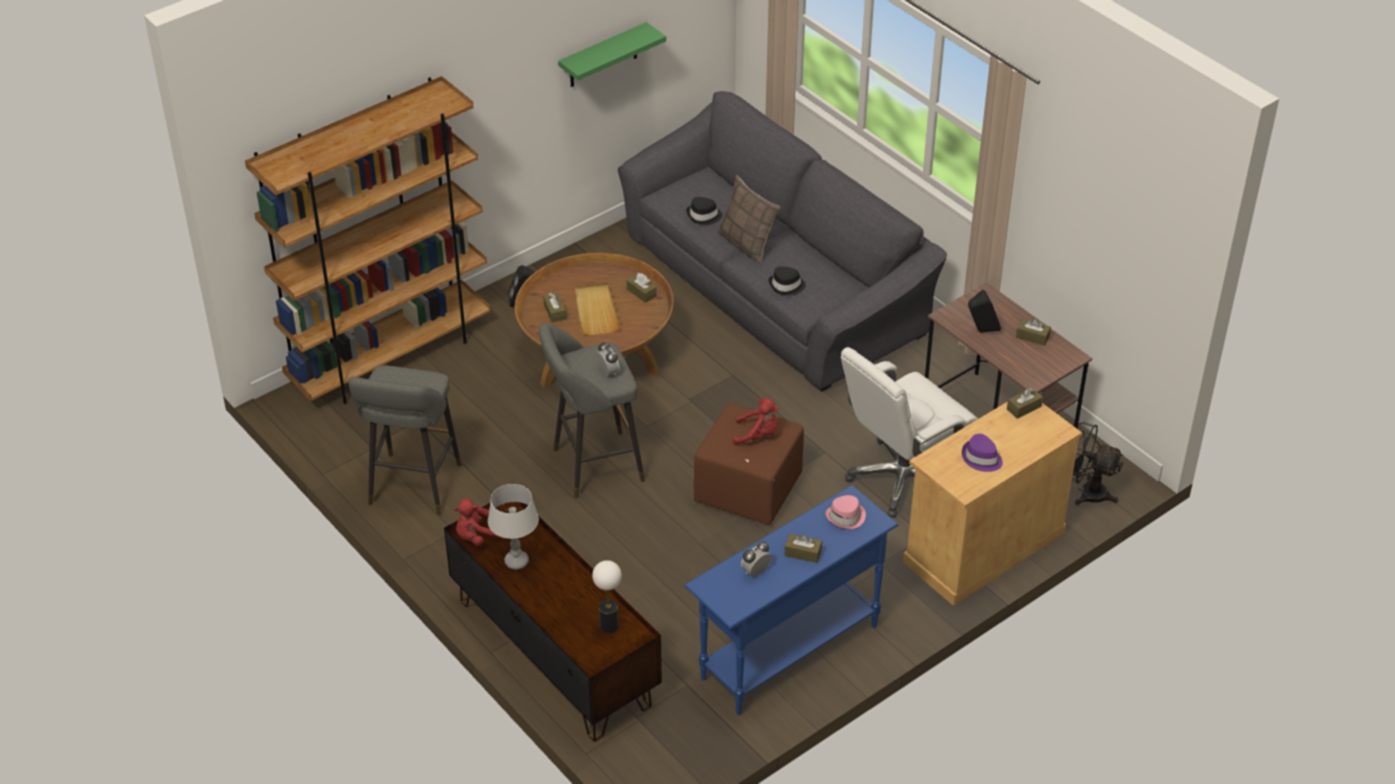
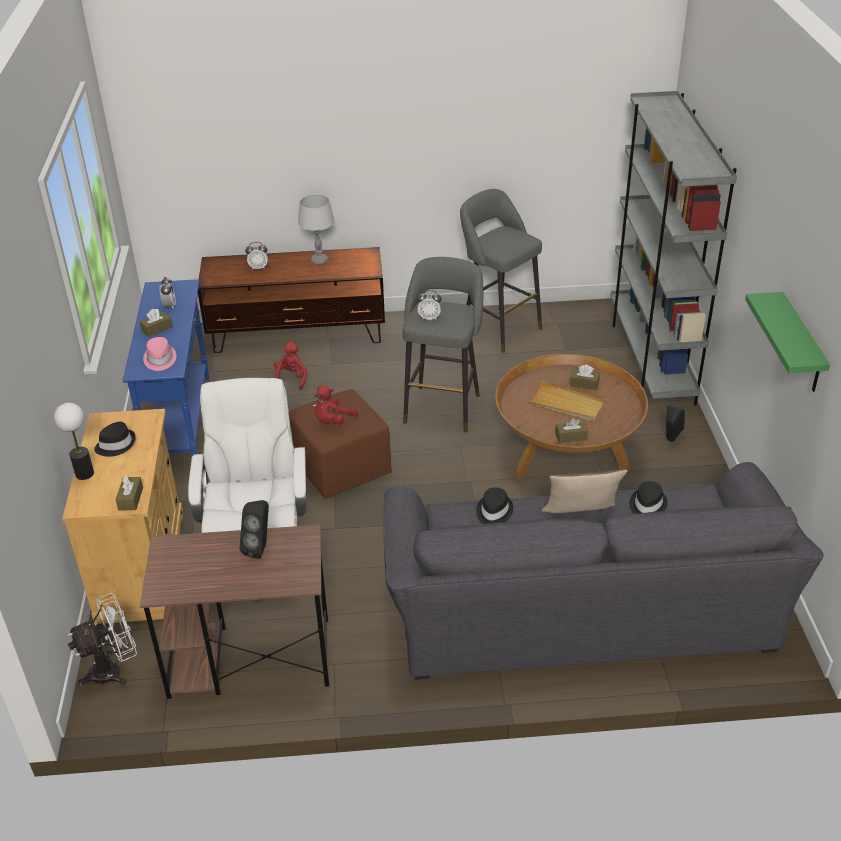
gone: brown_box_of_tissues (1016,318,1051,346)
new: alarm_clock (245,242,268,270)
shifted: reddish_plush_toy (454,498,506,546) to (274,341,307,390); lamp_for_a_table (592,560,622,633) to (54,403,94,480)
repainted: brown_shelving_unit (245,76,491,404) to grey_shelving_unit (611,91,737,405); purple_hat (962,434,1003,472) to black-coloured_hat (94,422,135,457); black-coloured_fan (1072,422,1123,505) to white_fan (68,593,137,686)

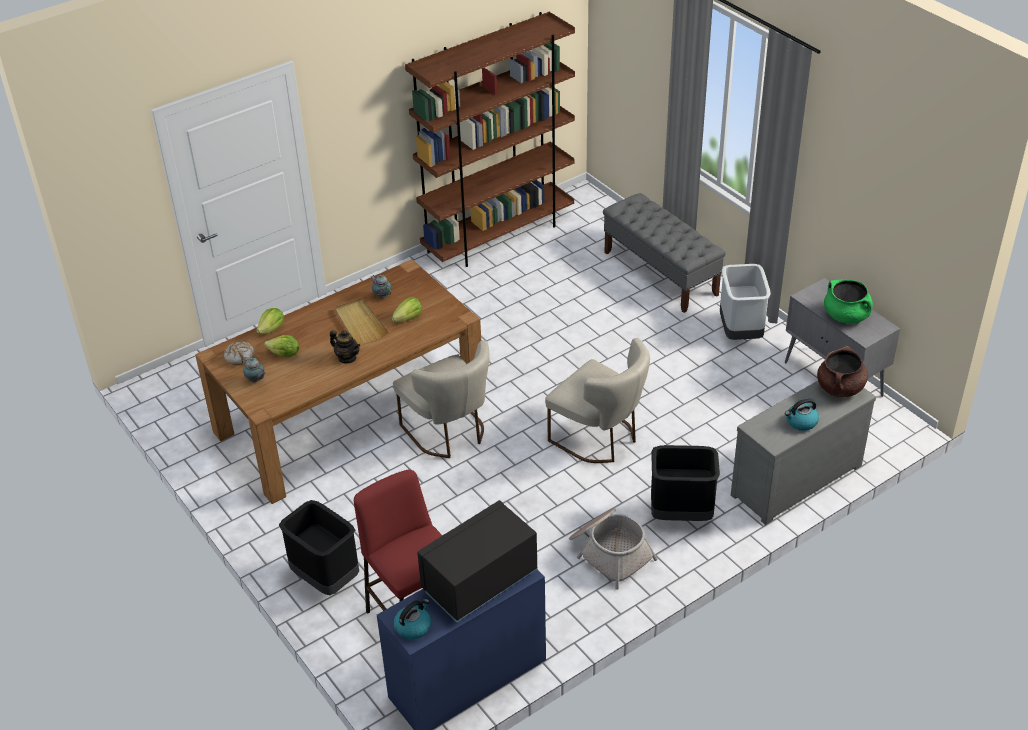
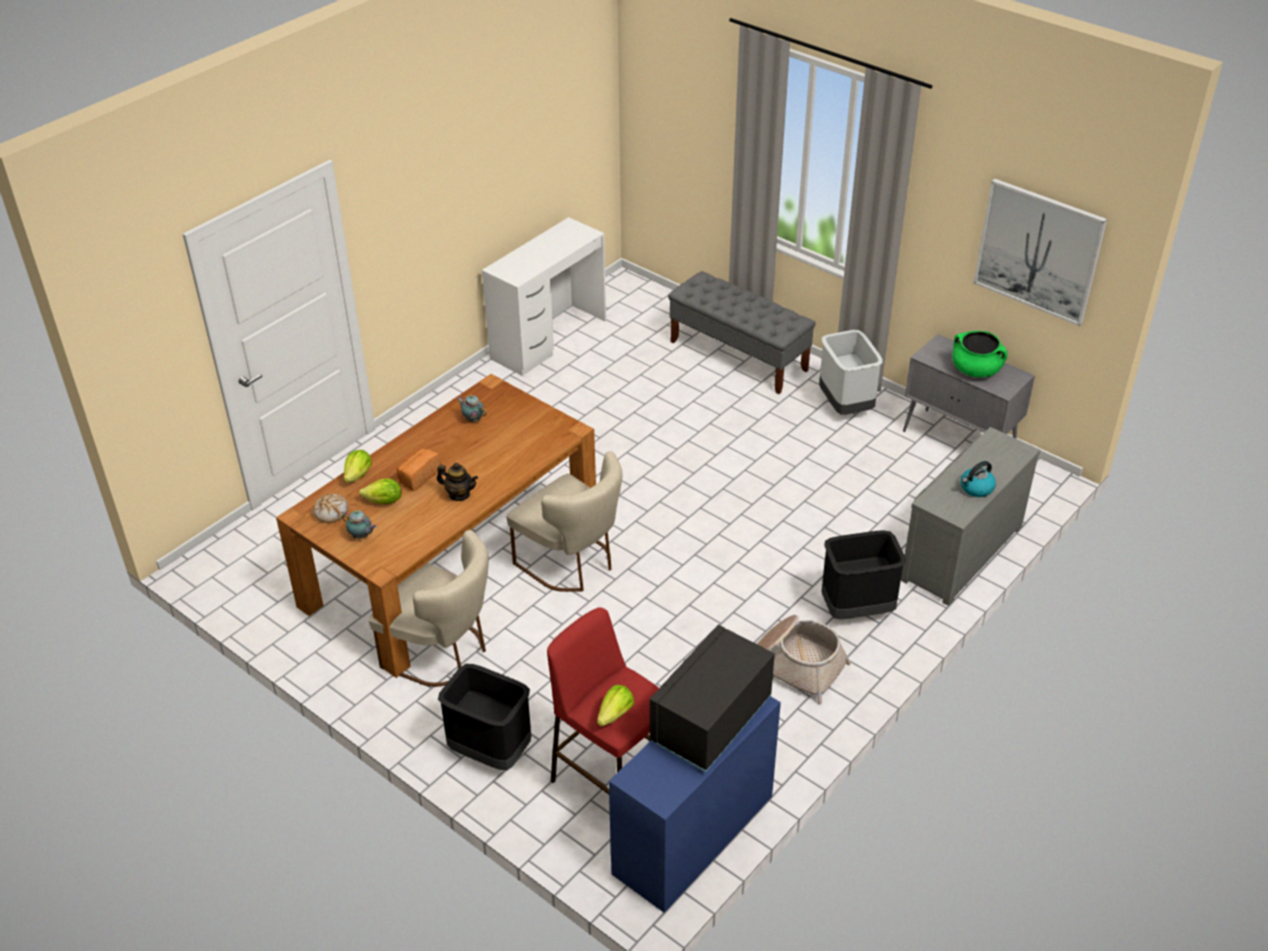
gone: beige-coloured_tray (334,298,389,344); kettle (394,599,431,640); brown_stockpot (817,346,868,398)
new: baked_bread (396,448,441,491); wall_art (974,178,1107,326)
shifted: lettuce_head (391,297,422,322) to (597,685,634,727); beige-coloured_plain_chair (545,338,650,463) to (369,530,489,687)
swapped: brown_shelving_unit (405,12,575,267) to white_desk_table (482,217,606,376)

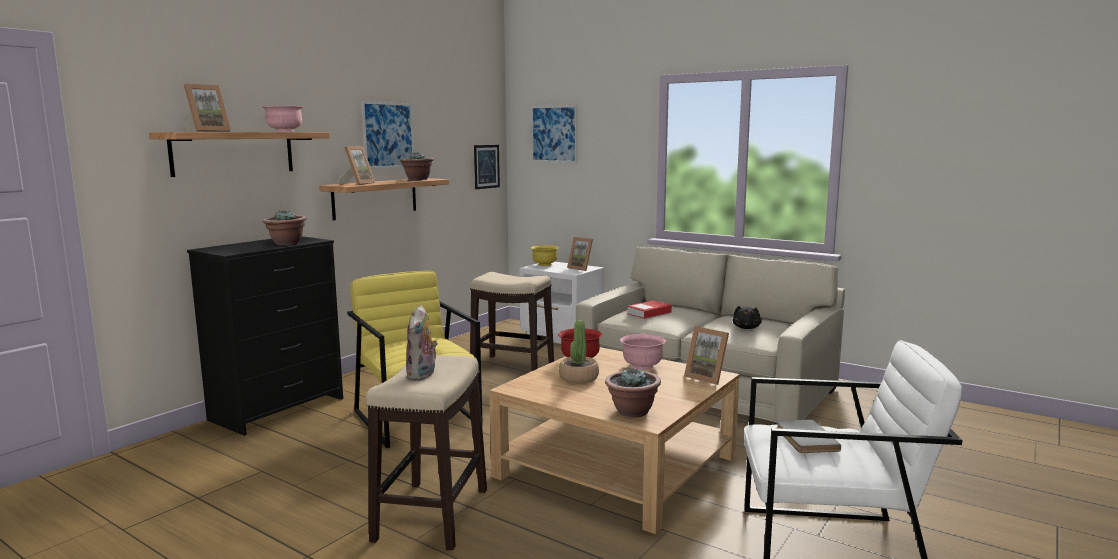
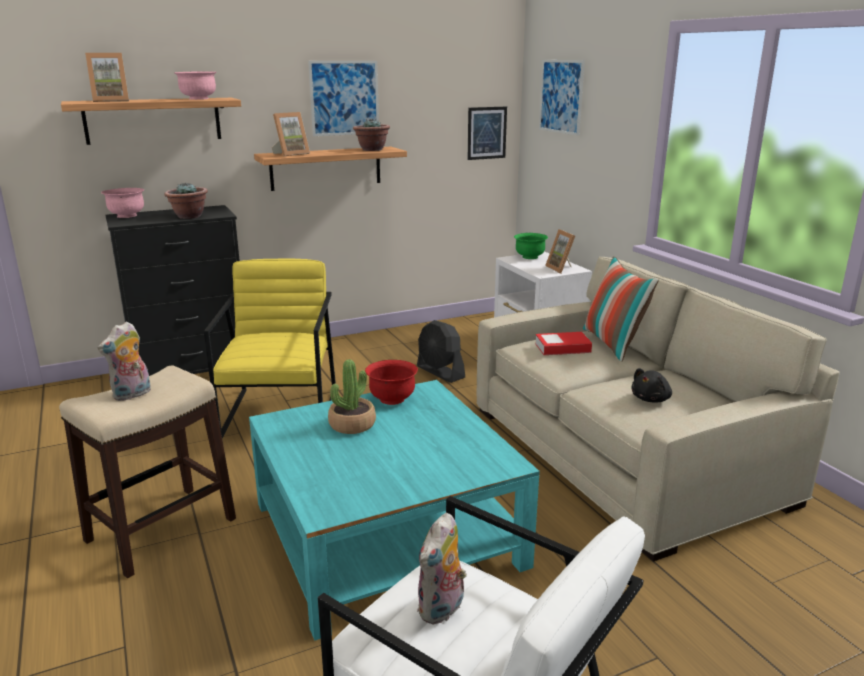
gone: houseplant (605,367,661,417); standing_frame (684,326,729,385)
new: pillow (583,256,659,362)
shifted: pink-coloured_serving_bowl (620,334,666,370) to (101,188,144,218)
swapped: sitting_stool (470,272,554,371) to black-coloured_fan (417,320,465,383); grey_bound_book (777,420,841,453) to plush_toy (417,513,467,625)
repainted: beige-coloured_low_table (489,347,740,534) to turquoise-coloured_low_table (249,380,540,641); yellowish_serving_bowl (531,245,559,266) to greenish_serving_bowl (514,233,548,259)

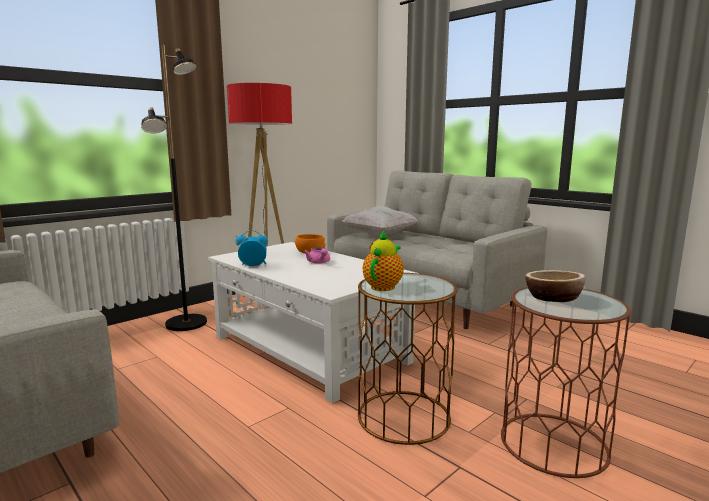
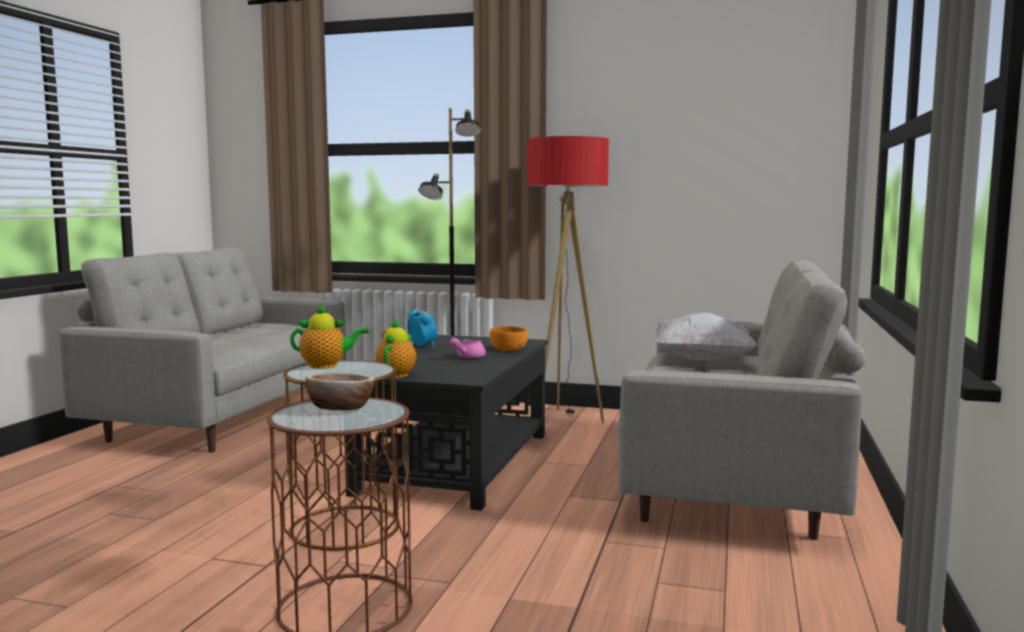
new: teapot (375,318,416,378)
repainted: white_low_table (208,242,416,403) to black-coloured_low_table (344,335,548,511)

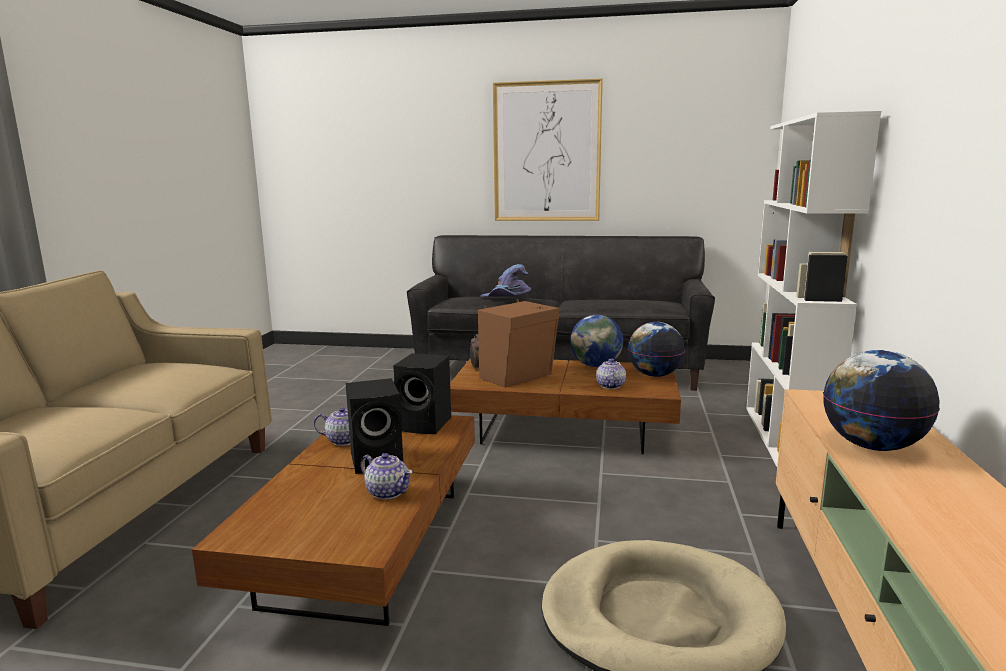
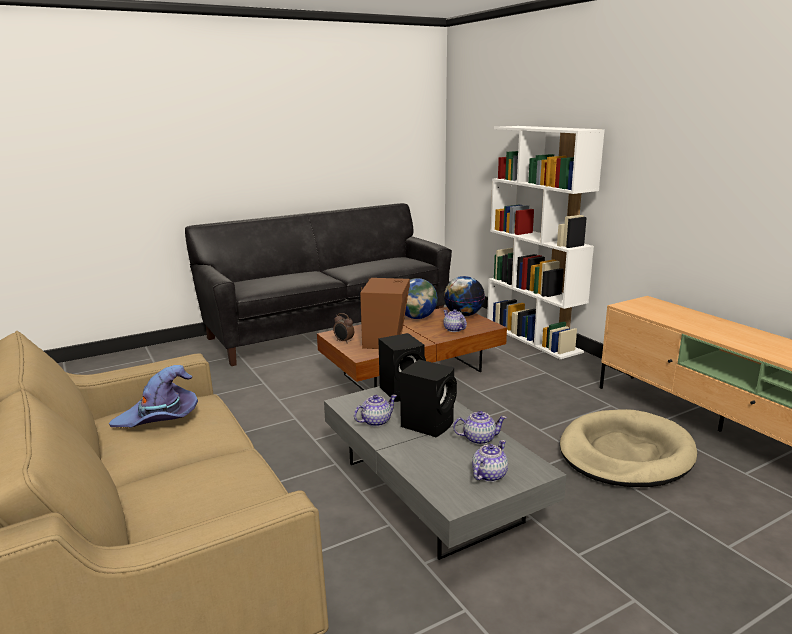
gone: wall_art (493,78,603,221); world_globe (823,350,940,451)
new: teapot (472,440,508,482)
shifted: purple_hat (481,264,531,297) to (109,365,198,428)
repainted: brown_low_table (192,415,475,626) to grey_low_table (324,386,566,560)

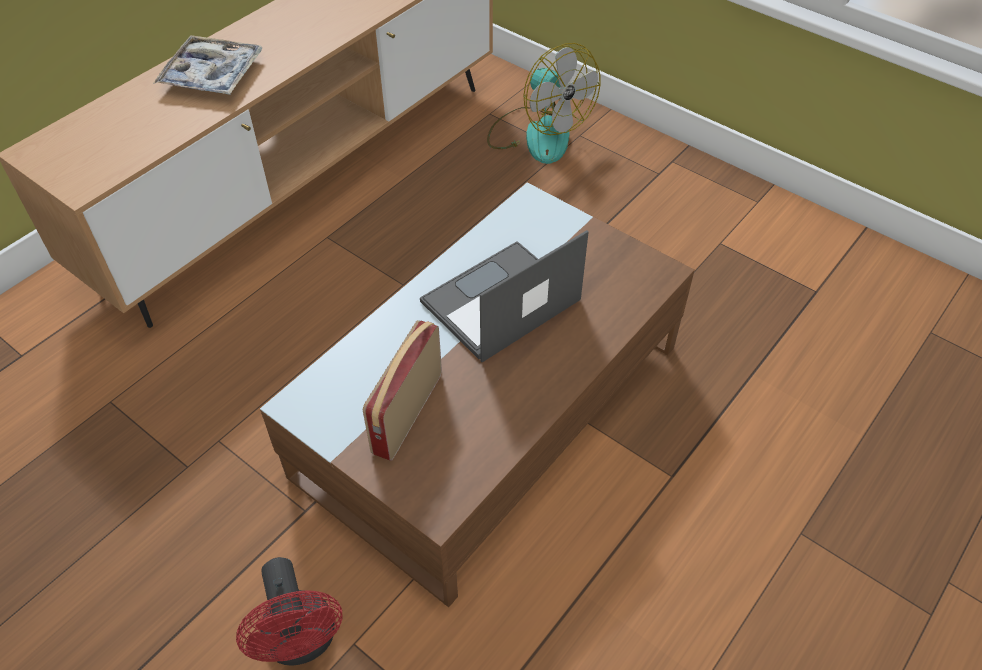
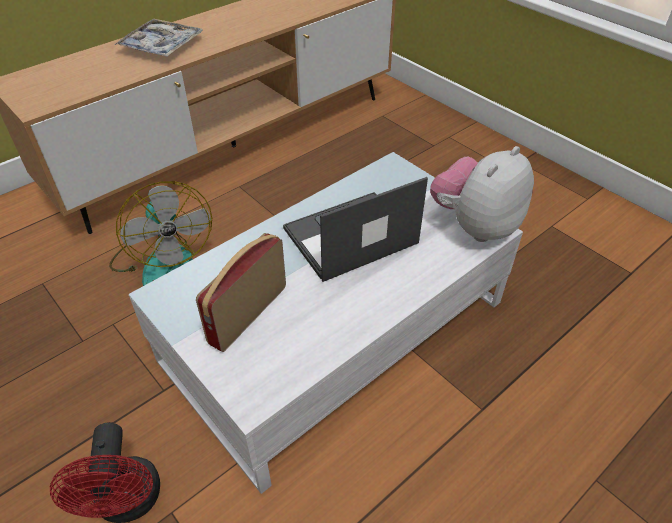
new: plush_toy (430,146,534,242)
shifted: fan (487,43,600,164) to (109,181,212,286)
repainted: brown_low_table (260,182,695,607) to white_low_table (129,152,523,494)

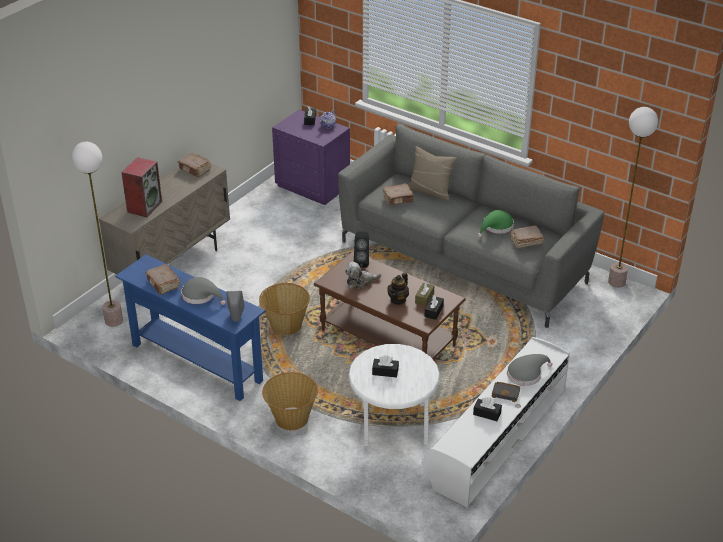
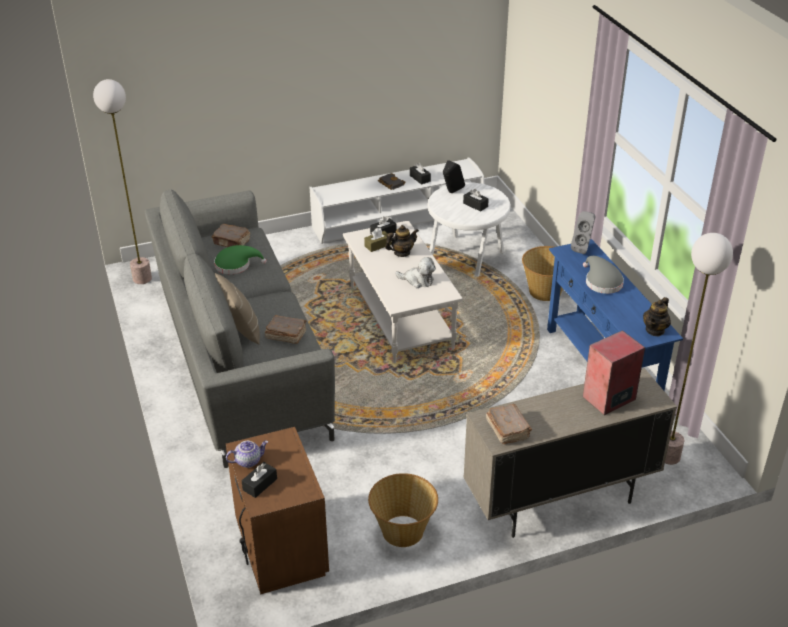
gone: brown_bound_book (145,264,180,295); grey_hat (507,354,552,386)
new: teapot (643,297,671,336)
shifted: storage_basket (259,283,310,335) to (368,473,438,547); black-coloured_loudspeaker (354,231,369,268) to (443,160,465,193)
repainted: purple_bedside_table (272,110,350,205) to brown_bedside_table (226,427,329,595); brown_low_table (314,251,466,359) to white_low_table (343,220,463,364)

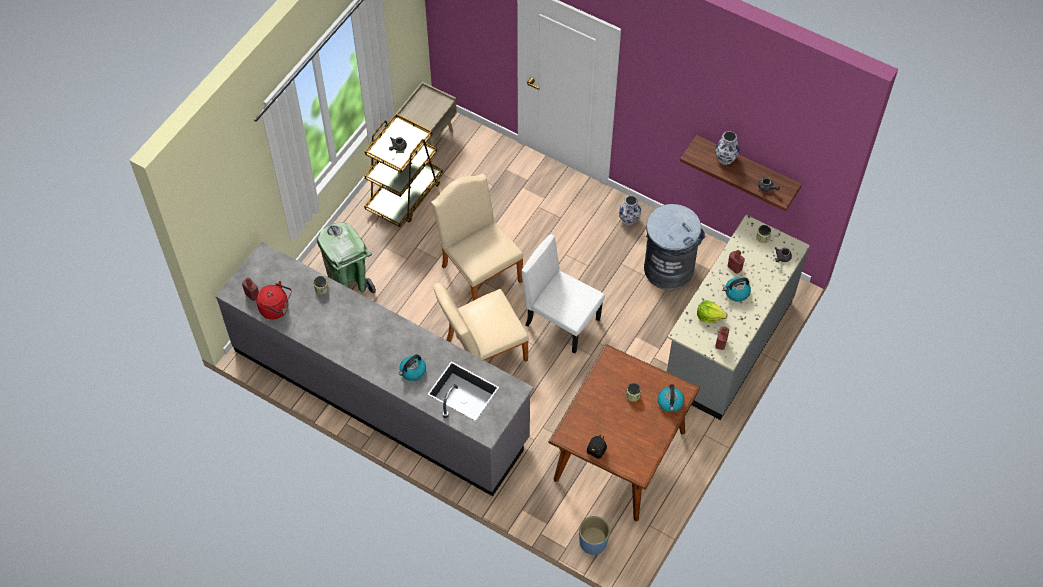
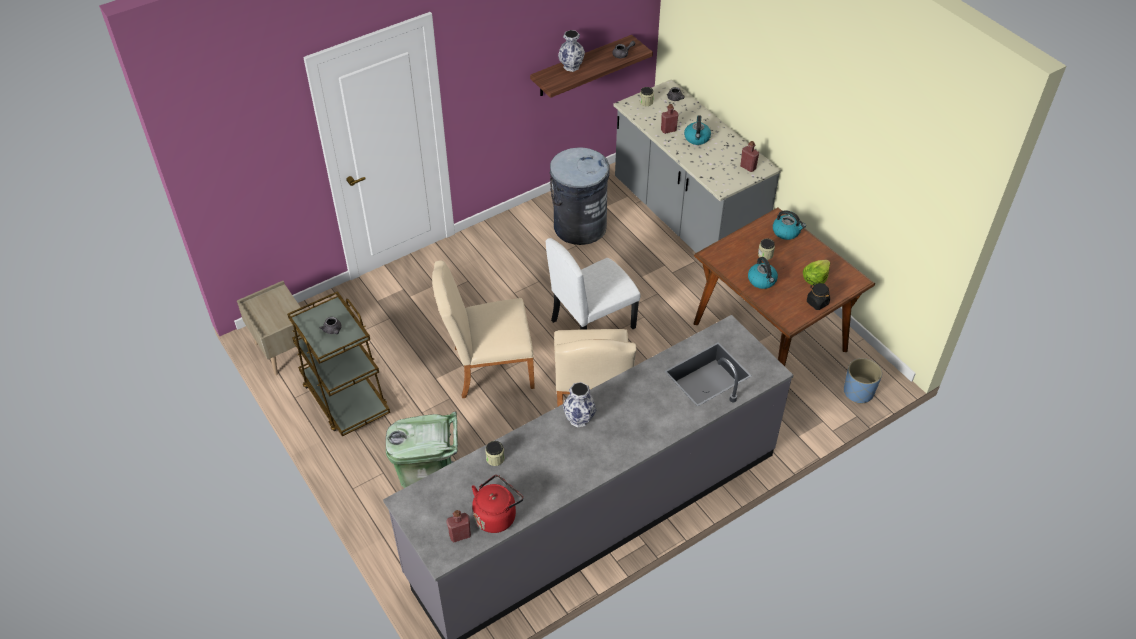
shifted: kettle (399,355,426,381) to (748,257,778,289); flower_vase (619,196,641,225) to (563,382,597,427); lettuce_head (697,300,727,323) to (803,260,830,286)

